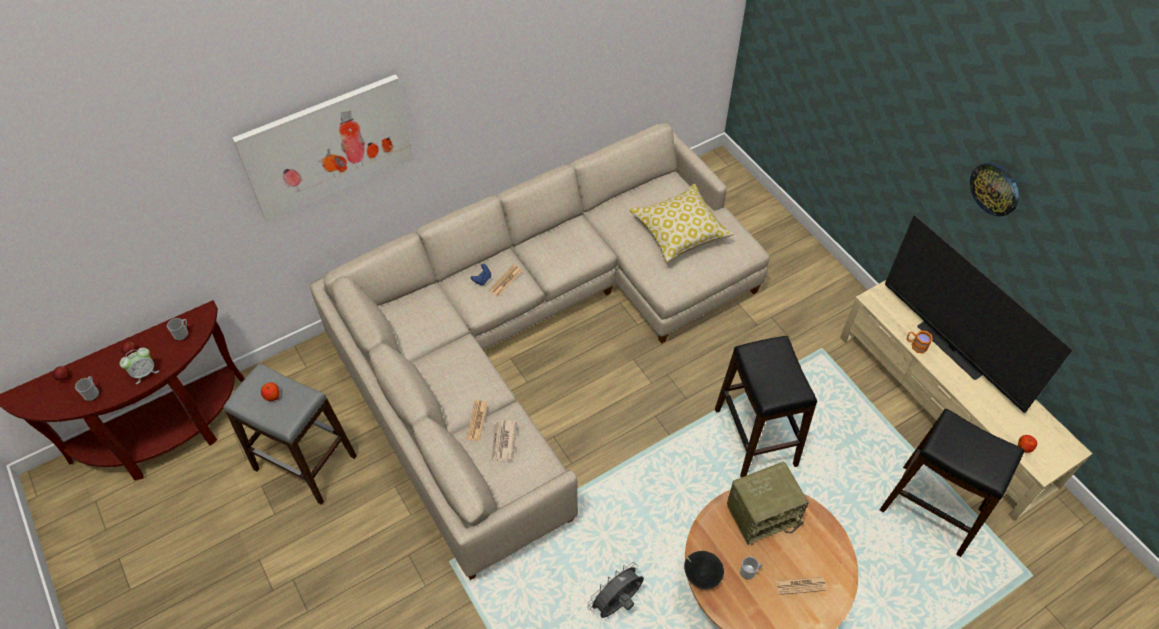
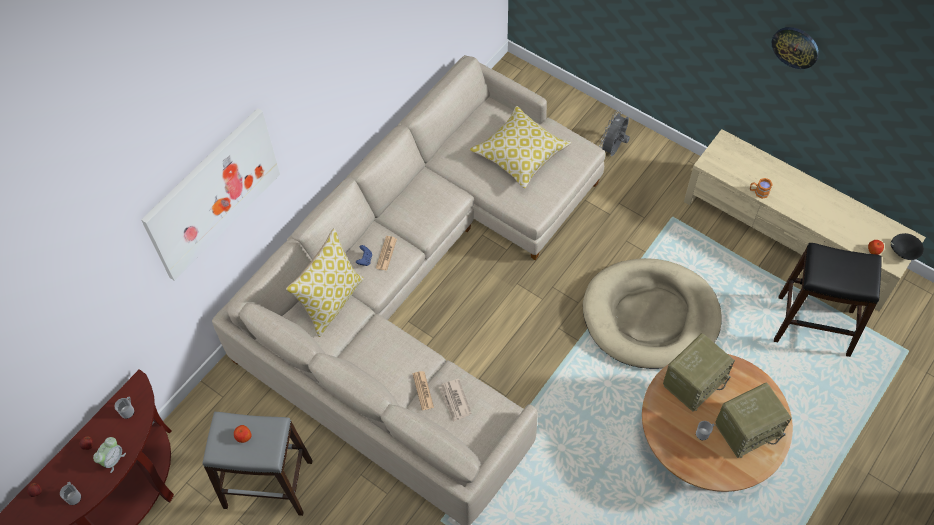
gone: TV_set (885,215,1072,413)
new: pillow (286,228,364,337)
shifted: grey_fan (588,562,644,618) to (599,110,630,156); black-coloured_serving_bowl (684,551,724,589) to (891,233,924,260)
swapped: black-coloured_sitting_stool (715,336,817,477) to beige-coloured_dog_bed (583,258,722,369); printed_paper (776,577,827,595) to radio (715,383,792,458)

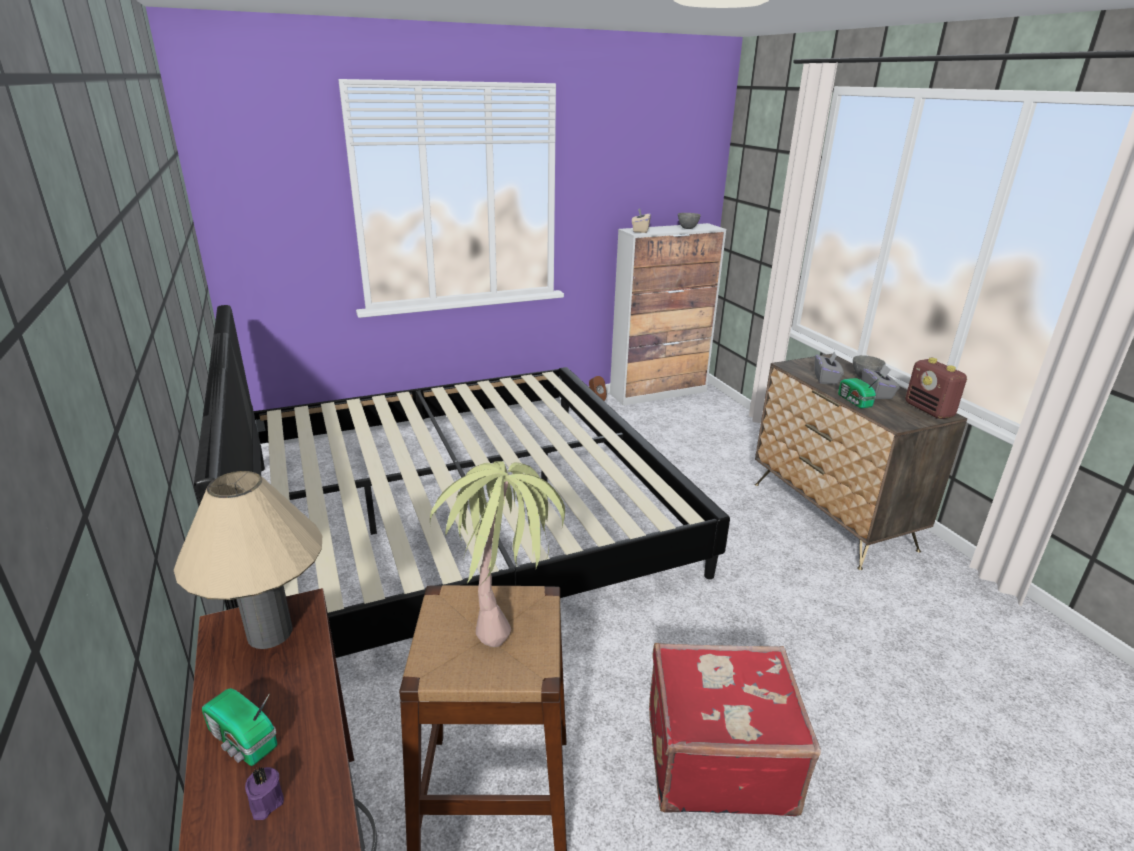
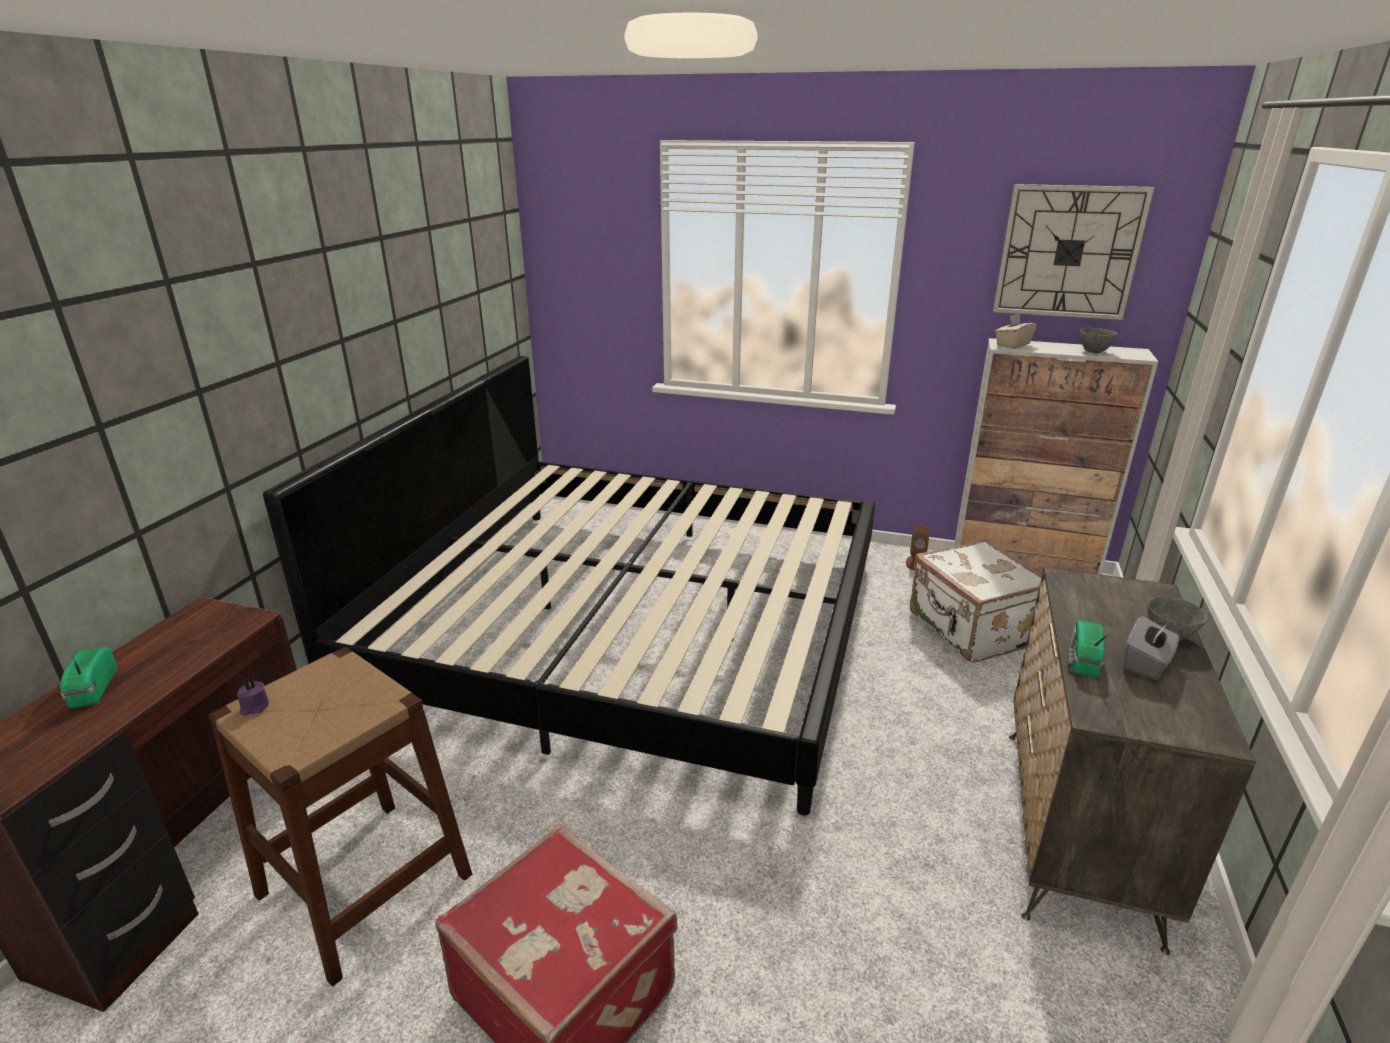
gone: beige-coloured_lamp_for_a_table (174,471,322,649); houseplant (430,461,565,647); grey_box_of_tissues (814,351,844,385); radio (906,358,967,419)
new: white_piece_of_luggage (910,539,1042,663); hanging_clock (993,184,1155,320)
shifted: purple_wax_light (245,767,284,820) to (237,677,269,715)

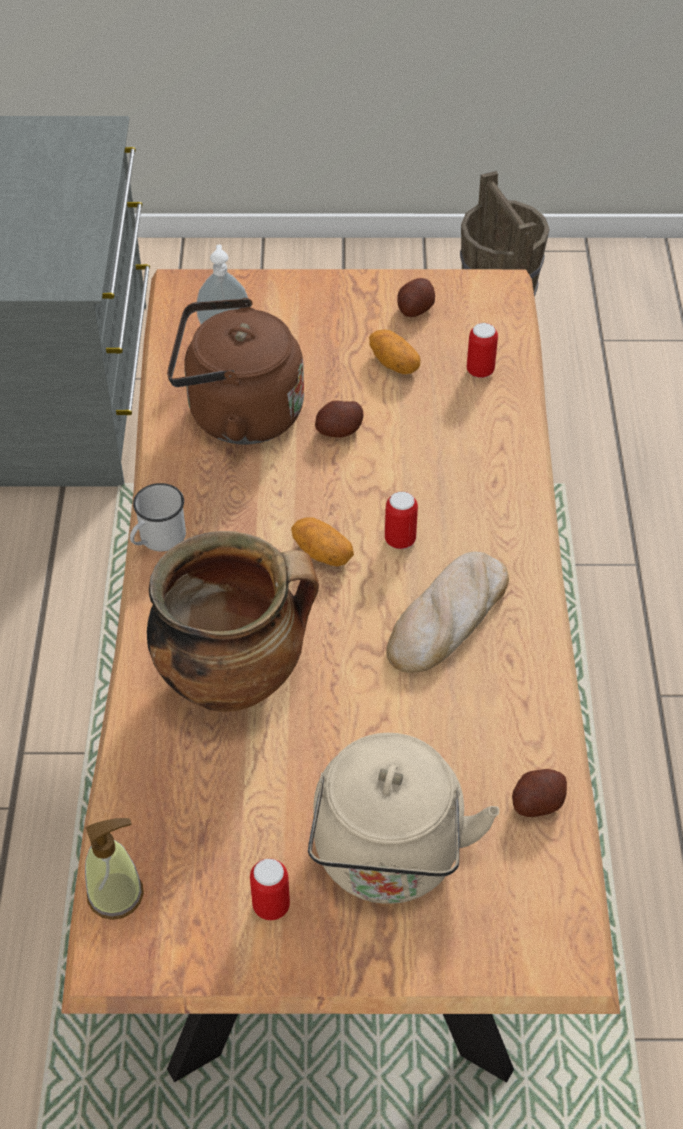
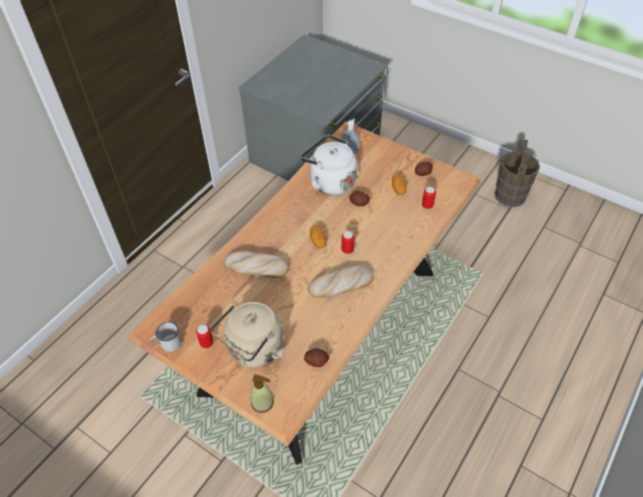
shifted: soap_bottle (85,818,144,920) to (251,374,274,413); white_mug (130,483,186,552) to (150,322,182,352)
swapped: stockpot (147,531,319,712) to baked_bread (223,251,289,278)
repainted: brown_kettle (167,298,304,445) to white_kettle (301,135,357,195)

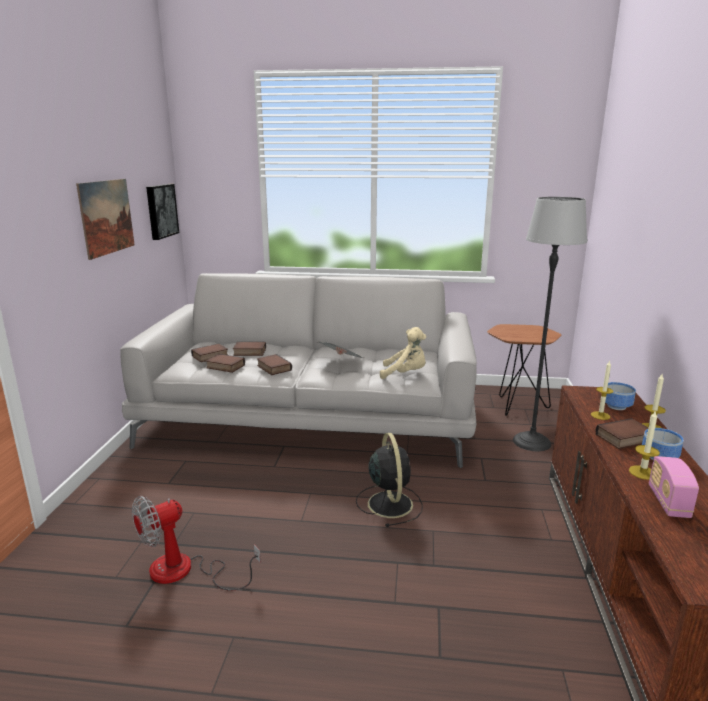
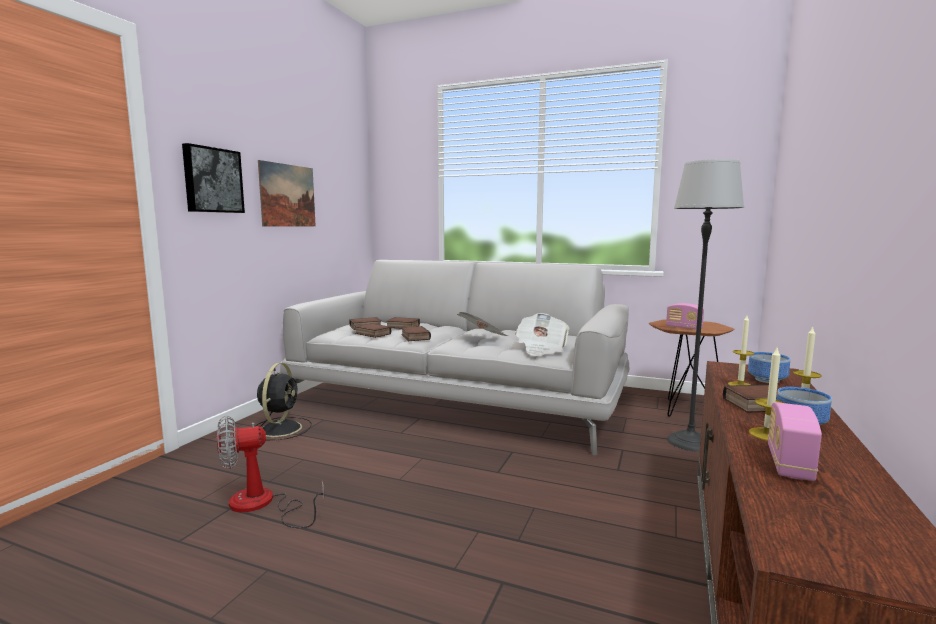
new: radio (666,303,704,330)
shifted: wall_art (146,184,179,240) to (182,143,245,213); black-coloured_fan (356,433,423,527) to (255,363,312,440)
swapped: beige-coloured_plush_toy (380,327,426,379) to printed_paper (515,313,570,356)

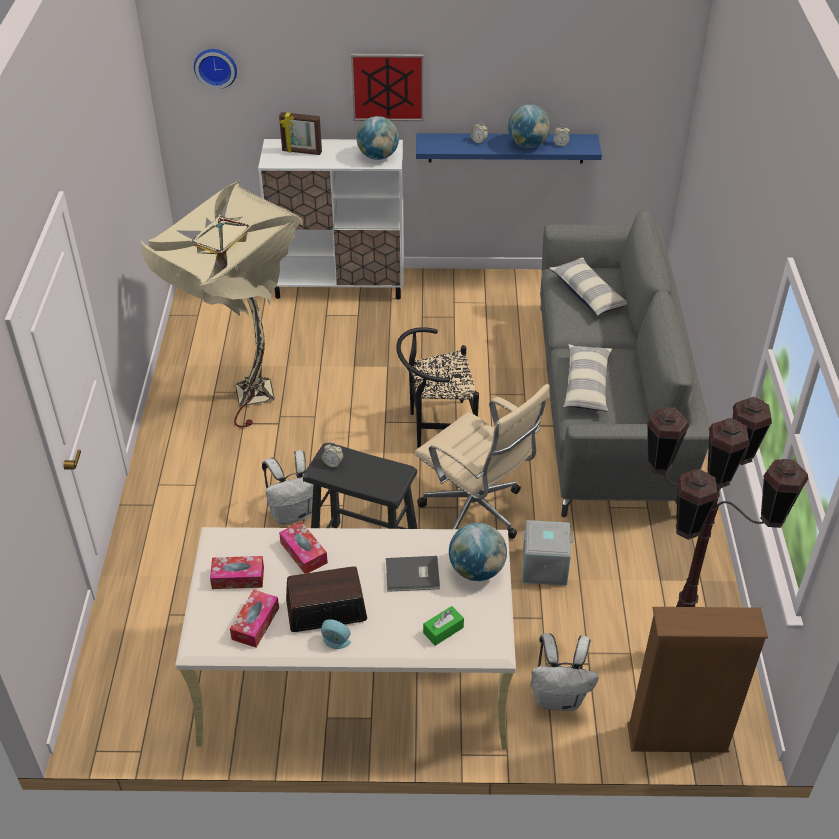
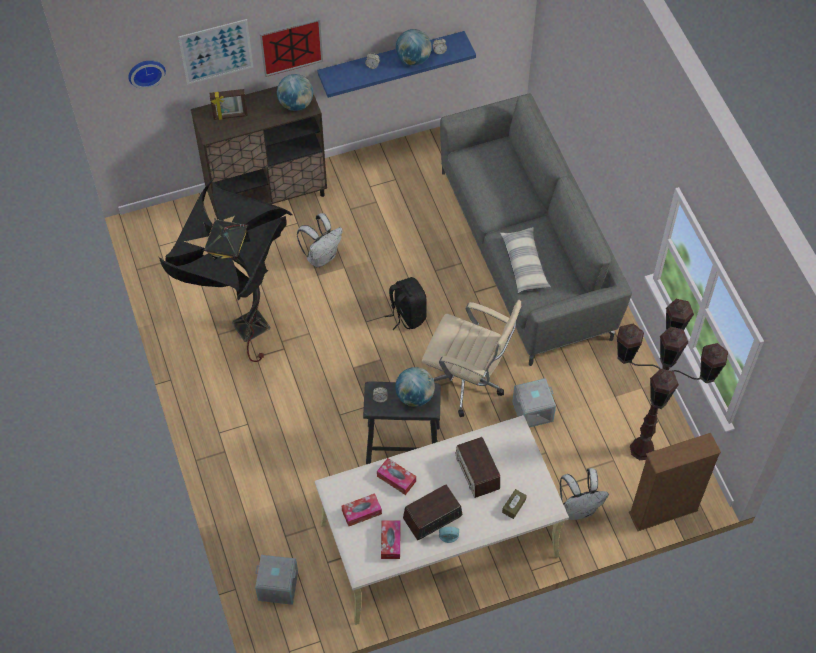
gone: pillow (549,257,627,316)
new: wall_art (178,19,253,85); grey_storage_bin (255,555,298,605)
shifted: white_rucksack (262,450,313,525) to (297,213,343,267); world_globe (449,523,507,581) to (395,367,435,407)
swapped: grey_bound_book (386,556,440,592) to radio (456,437,500,498); black-coloured_plain_chair (396,327,479,448) to black-coloured_rucksack (385,277,427,330)
repainted: beige-coloured_floor_lamp (141,181,303,428) to black-coloured_floor_lamp (159,180,293,362); white_cupboard (258,139,404,300) to brown_cupboard (191,86,327,221); greenish_box_of_tissues (423,606,464,646) to brown_box_of_tissues (502,489,527,519)

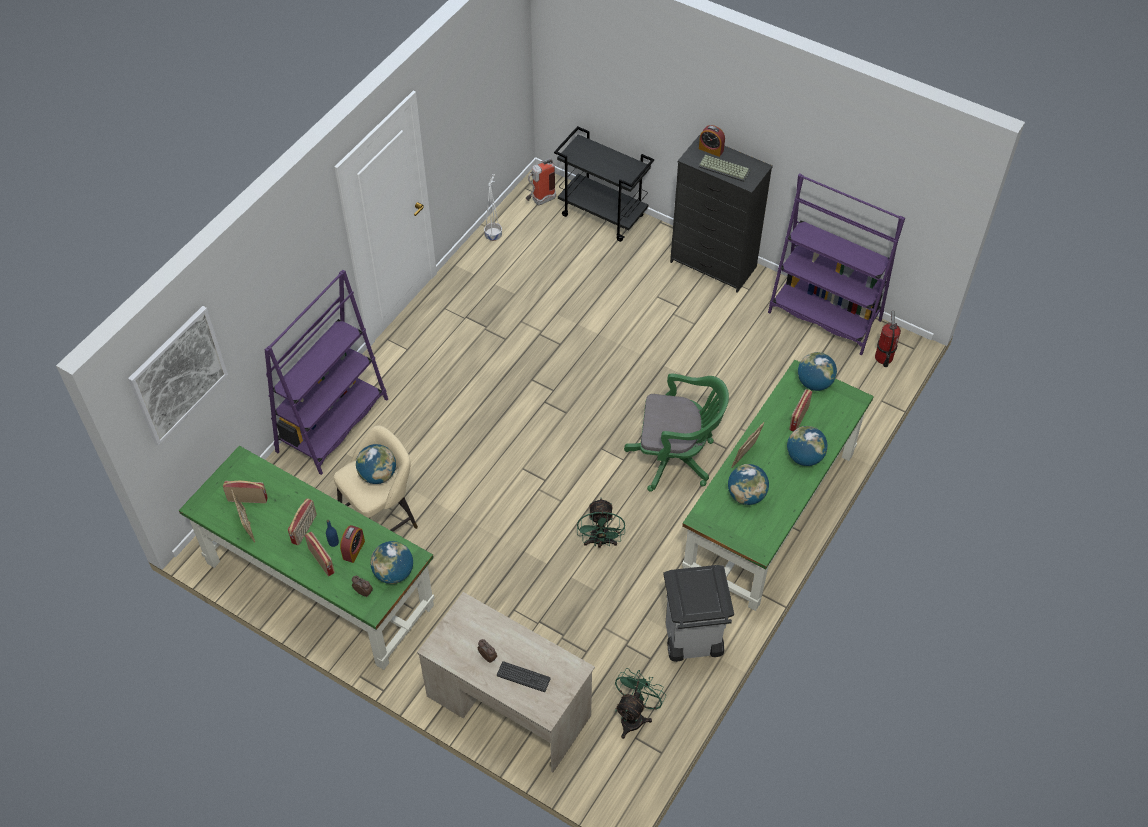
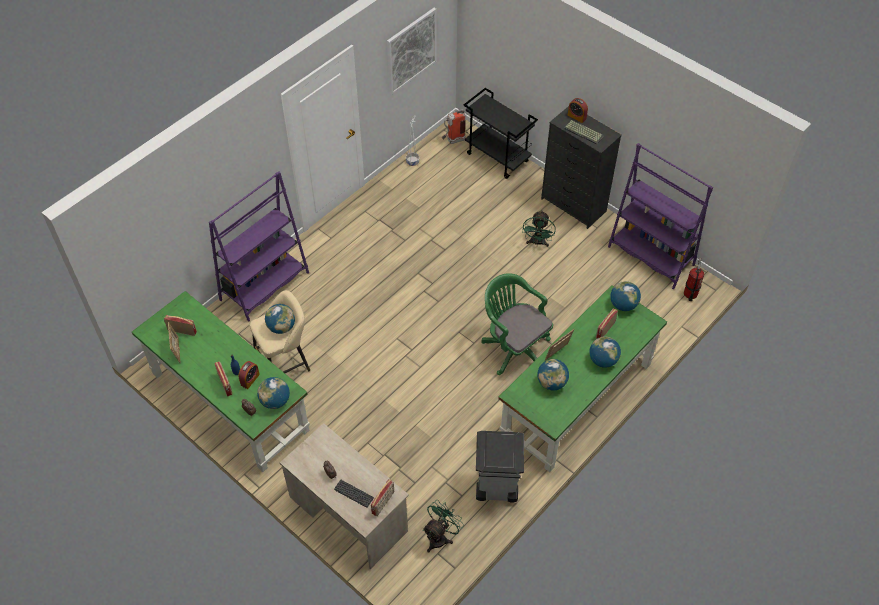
shifted: wall_art (128,306,228,445) to (387,8,437,95); radio (288,498,317,545) to (371,479,394,516); greenish_fan (577,498,625,548) to (522,210,556,247)
rotated: greenish_office_chair (624,373,729,492) = (481,273,553,375) 150 degrees counterclockwise

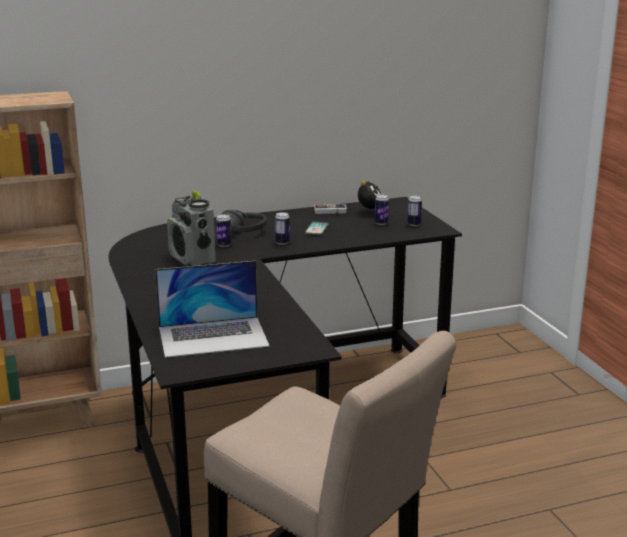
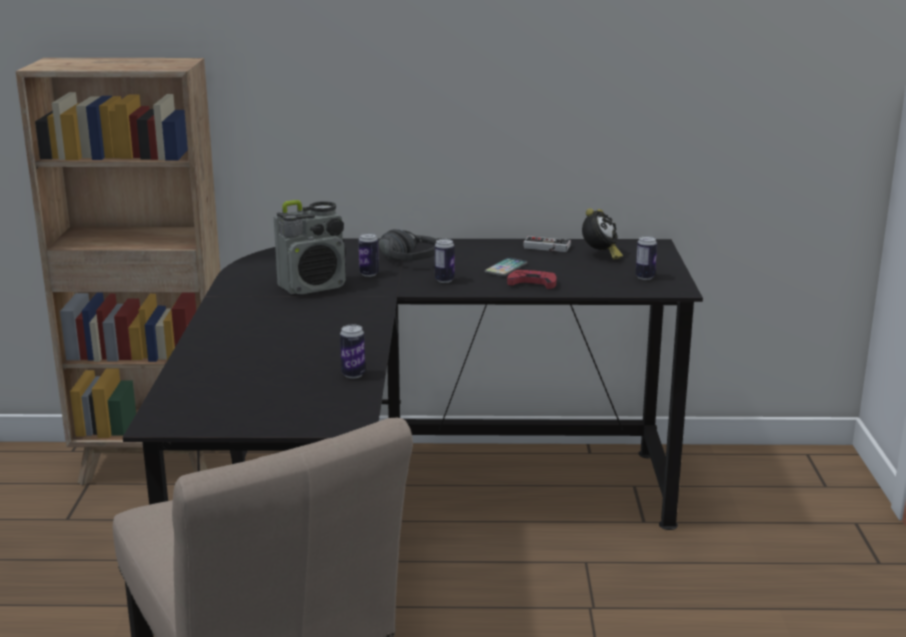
gone: notebook_computer (155,261,270,358)
new: reddish_gamepad (507,270,557,289)
shifted: can (375,195,389,225) to (340,325,365,379)
rotated: radio (167,190,216,266) = (274,200,346,294) 105 degrees counterclockwise

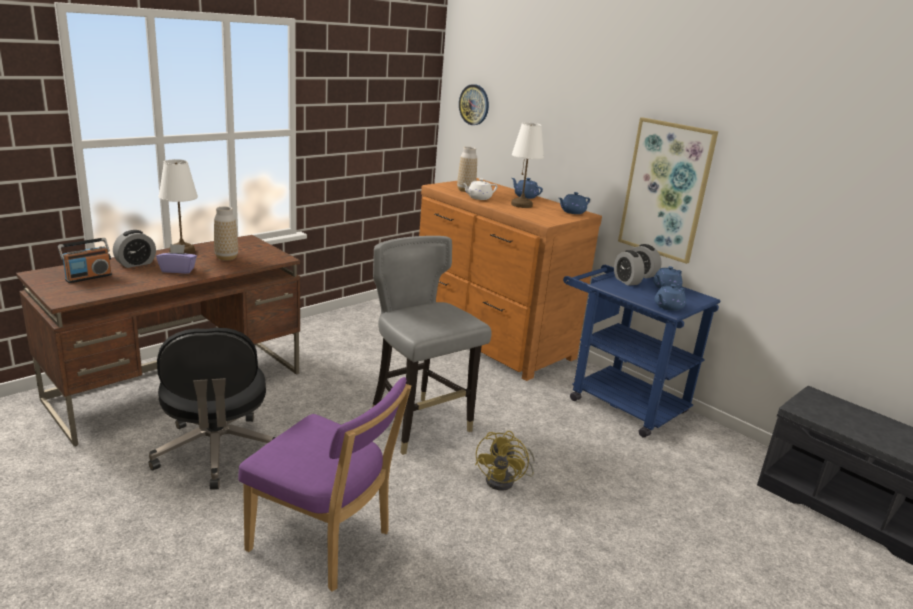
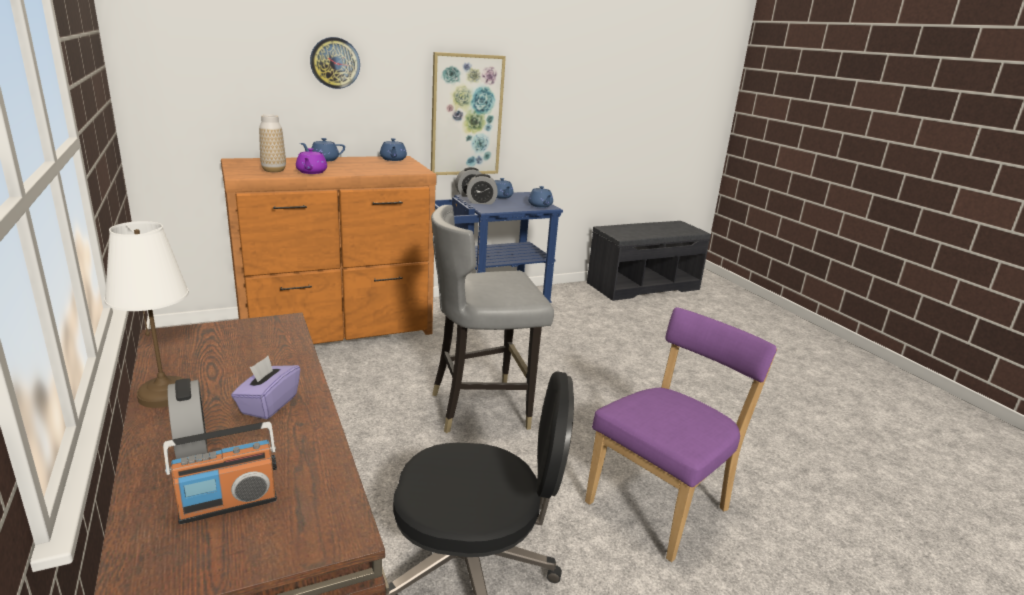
gone: flower_vase (214,206,238,260); yellowish_fan (475,431,535,491); white_lamp_for_a_table (511,122,544,208)
shifted: hanging_clock (459,84,489,125) to (310,37,360,89)
repainted: white_teapot (462,178,498,200) to purple_teapot (296,148,327,174)
rotated: radio (58,238,112,283) = (163,421,277,524) 90 degrees clockwise

